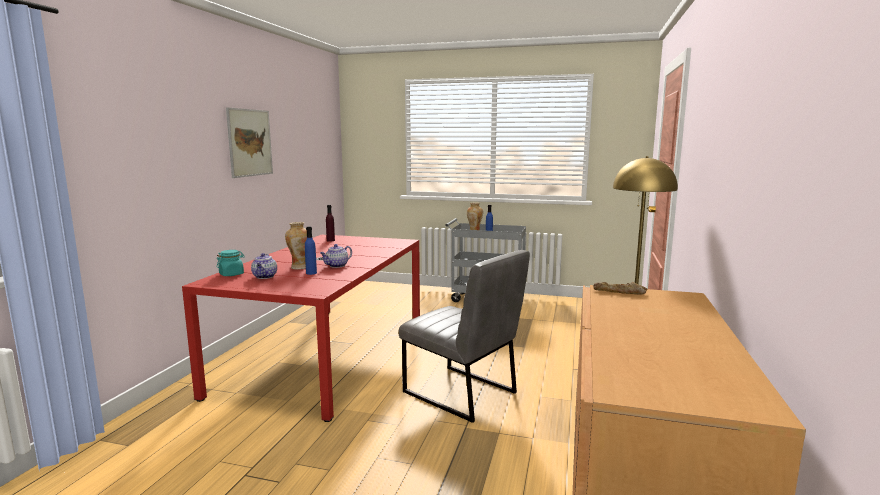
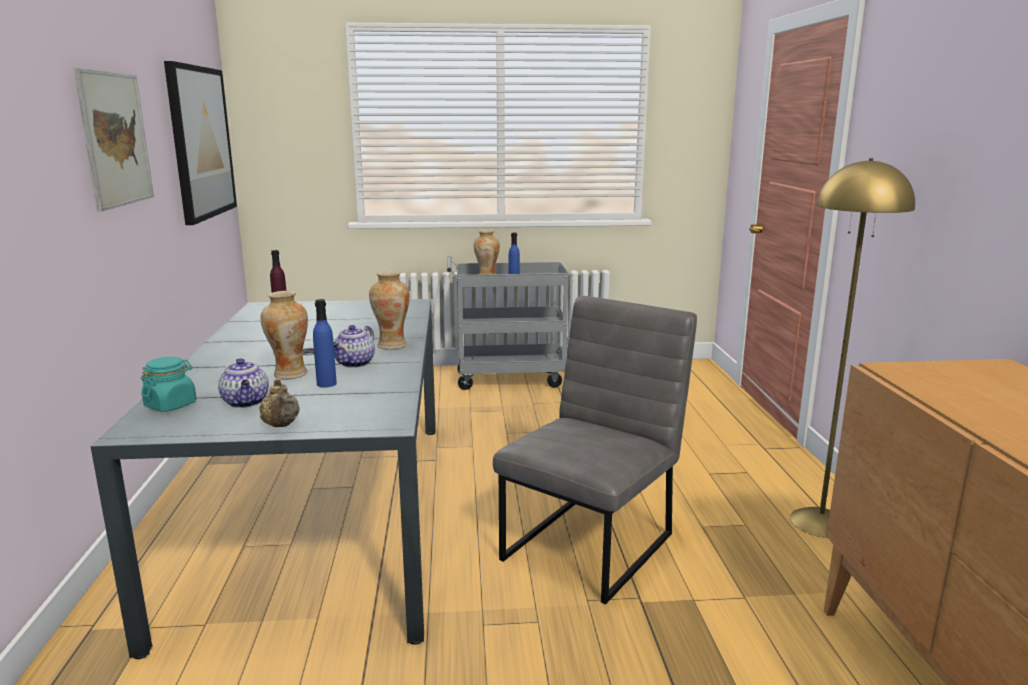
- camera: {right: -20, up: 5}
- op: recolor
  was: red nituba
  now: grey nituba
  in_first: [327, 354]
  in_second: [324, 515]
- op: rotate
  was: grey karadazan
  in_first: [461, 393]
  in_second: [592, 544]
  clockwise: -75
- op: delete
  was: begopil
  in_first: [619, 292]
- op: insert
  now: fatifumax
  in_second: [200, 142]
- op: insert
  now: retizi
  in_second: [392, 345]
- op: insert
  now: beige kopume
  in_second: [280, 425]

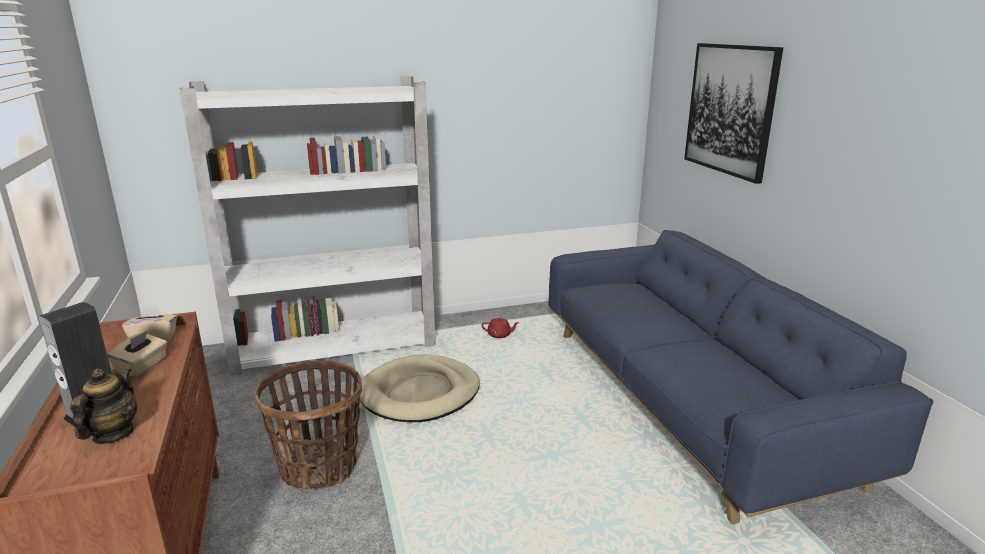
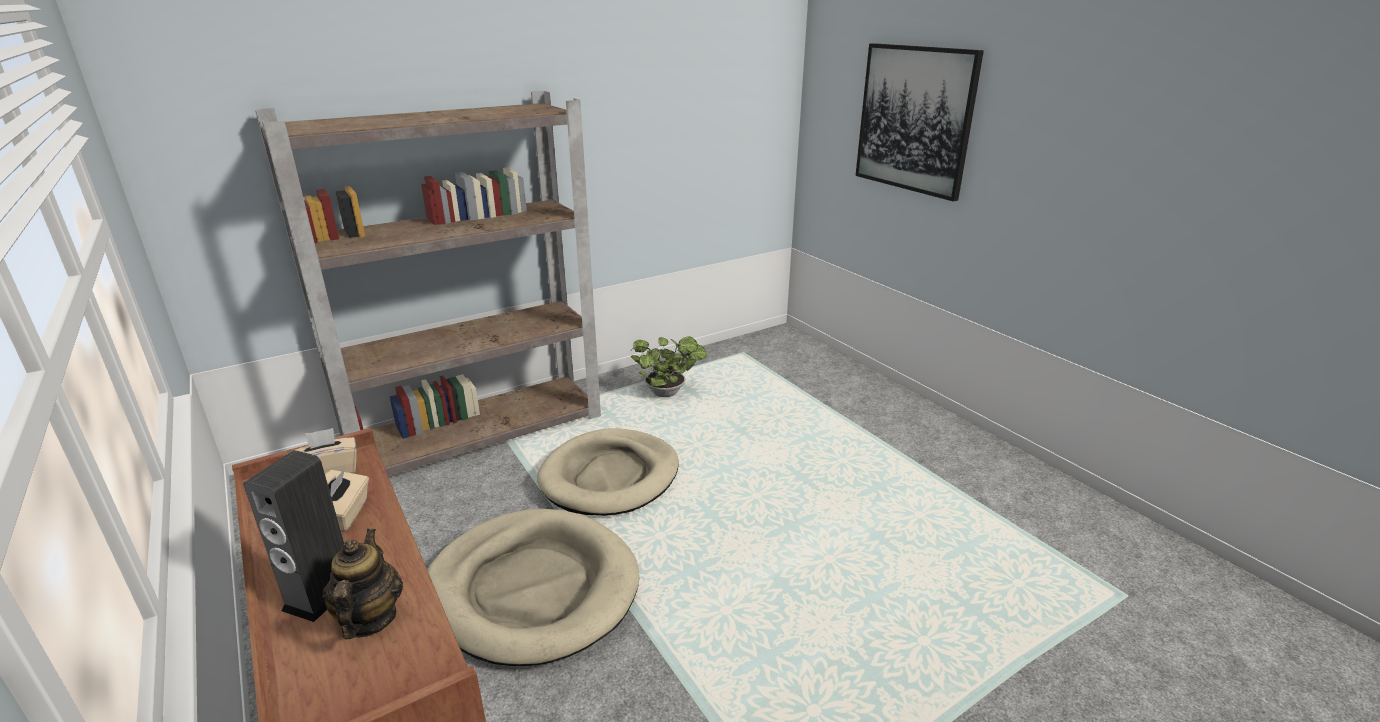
- camera: {right: -15, up: 5}
- op: recolor
  was: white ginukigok
  now: brown ginukigok
  in_first: [334, 345]
  in_second: [477, 432]
- op: delete
  was: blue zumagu
  in_first: [687, 399]
- op: replace
  was: red kopume
  now: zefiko
  in_first: [500, 335]
  in_second: [668, 393]
- op: replace
  was: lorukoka
  now: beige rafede
  in_first: [319, 467]
  in_second: [533, 589]

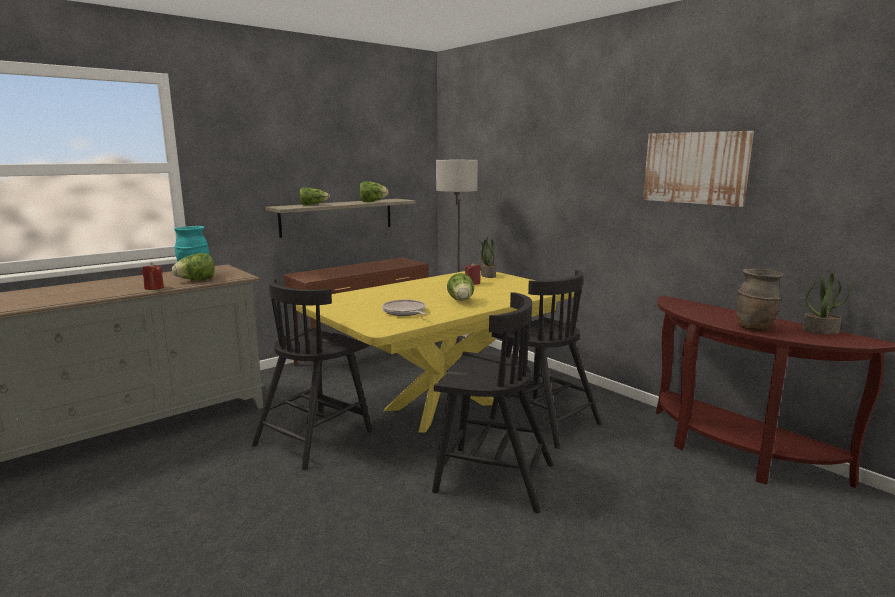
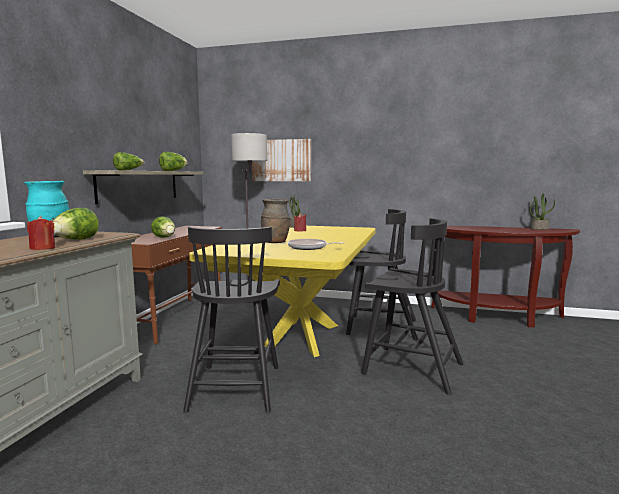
- camera: {right: -35, up: -5}
- op: move
  was: fatifumax
  in_first: [695, 168]
  in_second: [281, 160]
- op: move
  was: brown retizi
  in_first: [754, 328]
  in_second: [275, 242]
- op: move
  was: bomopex
  in_first: [461, 301]
  in_second: [165, 237]
- op: rotate
  was: black karadazan
  in_first: [491, 477]
  in_second: [410, 368]
  clockwise: 45

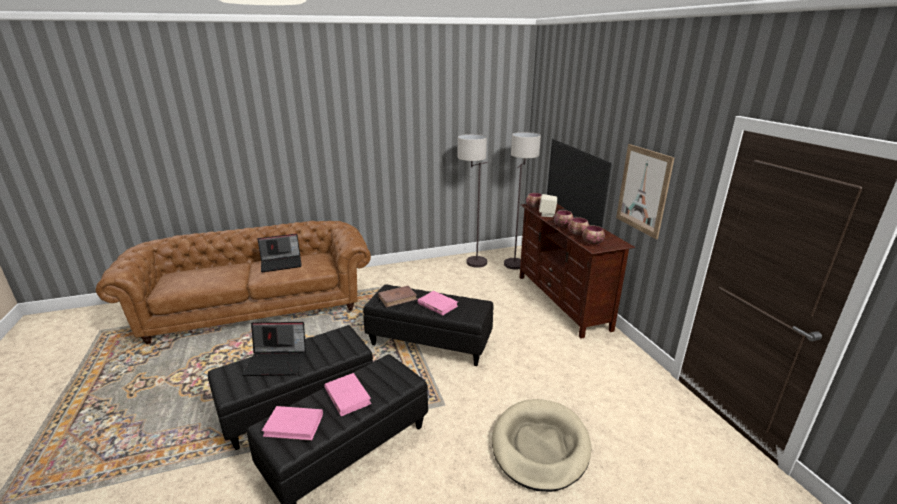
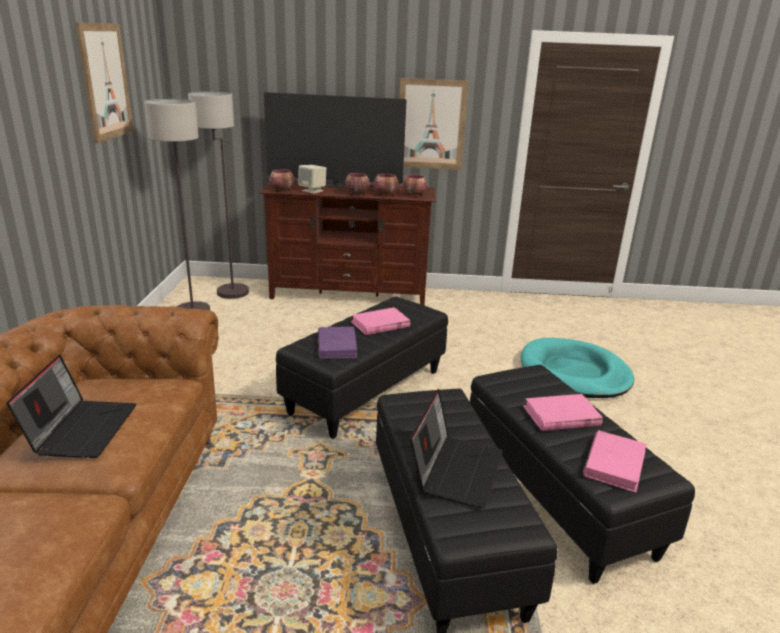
- camera: {right: -70, up: 0}
- op: recolor
  was: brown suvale
  now: purple suvale
  in_first: [397, 298]
  in_second: [337, 345]
- op: recolor
  was: beige rafede
  now: turquoise rafede
  in_first: [540, 446]
  in_second: [574, 373]
- op: insert
  now: fatifumax
  in_second: [106, 82]

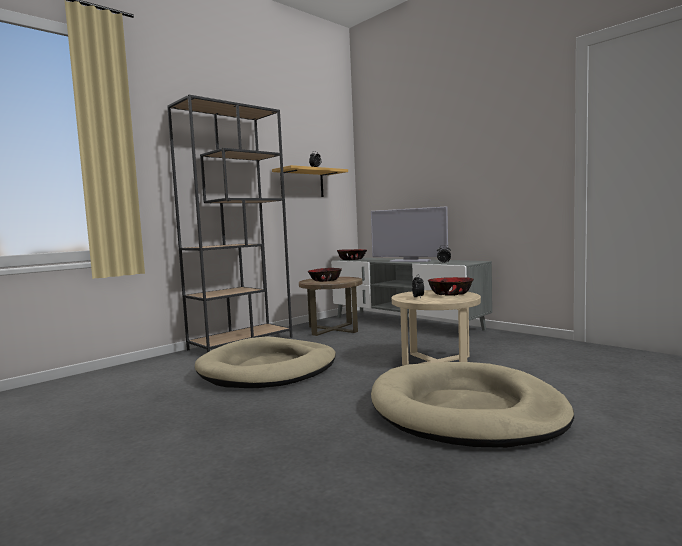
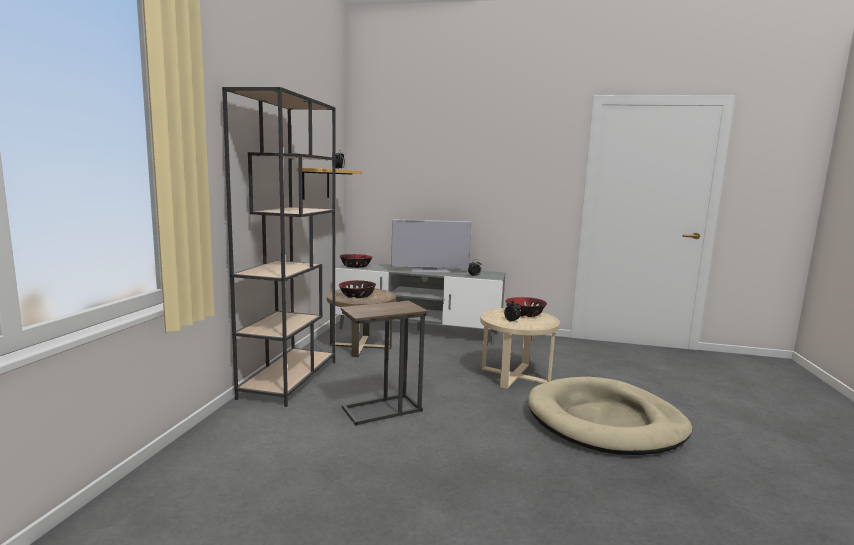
- camera: {right: -35, up: 5}
- op: replace
  was: beige rafede
  now: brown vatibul
  in_first: [268, 369]
  in_second: [382, 409]

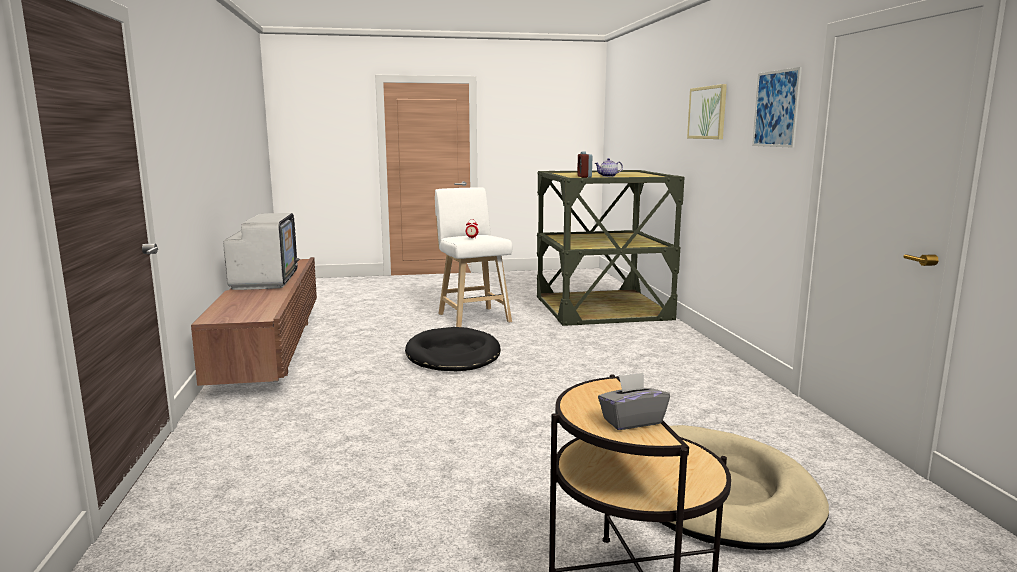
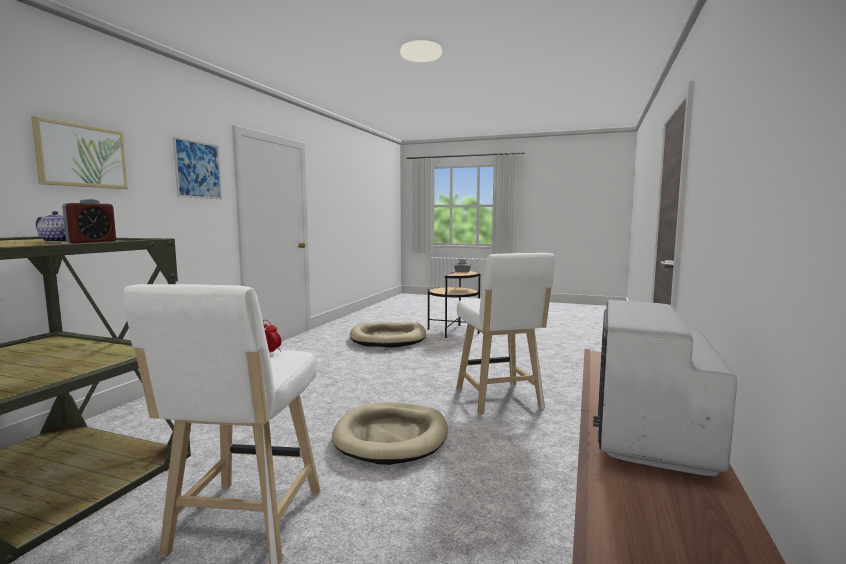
- camera: {right: -150, up: -5}
- op: recolor
  was: black rafede
  now: beige rafede
  in_first: [453, 355]
  in_second: [391, 436]
- op: insert
  now: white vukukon
  in_second: [500, 400]

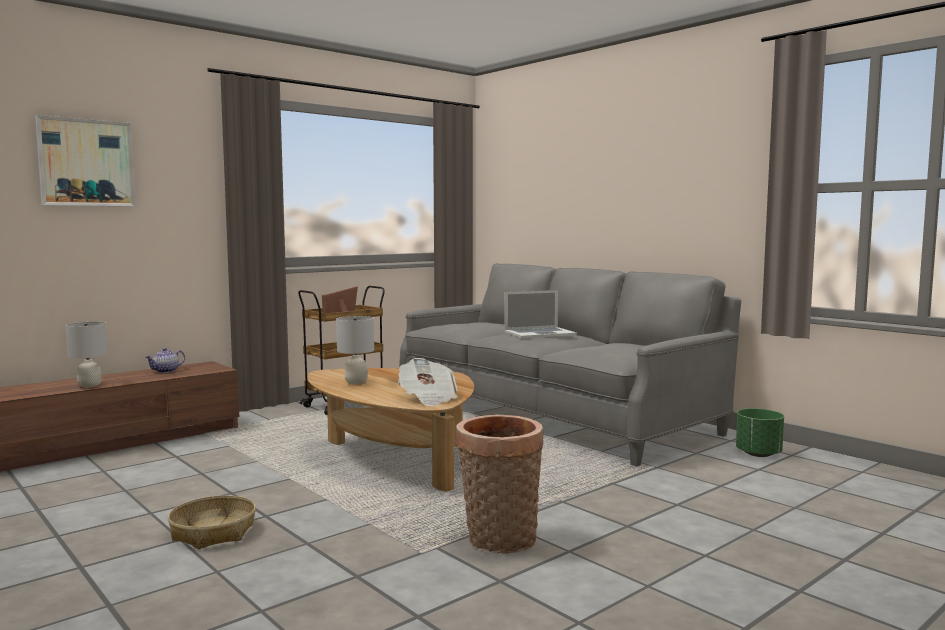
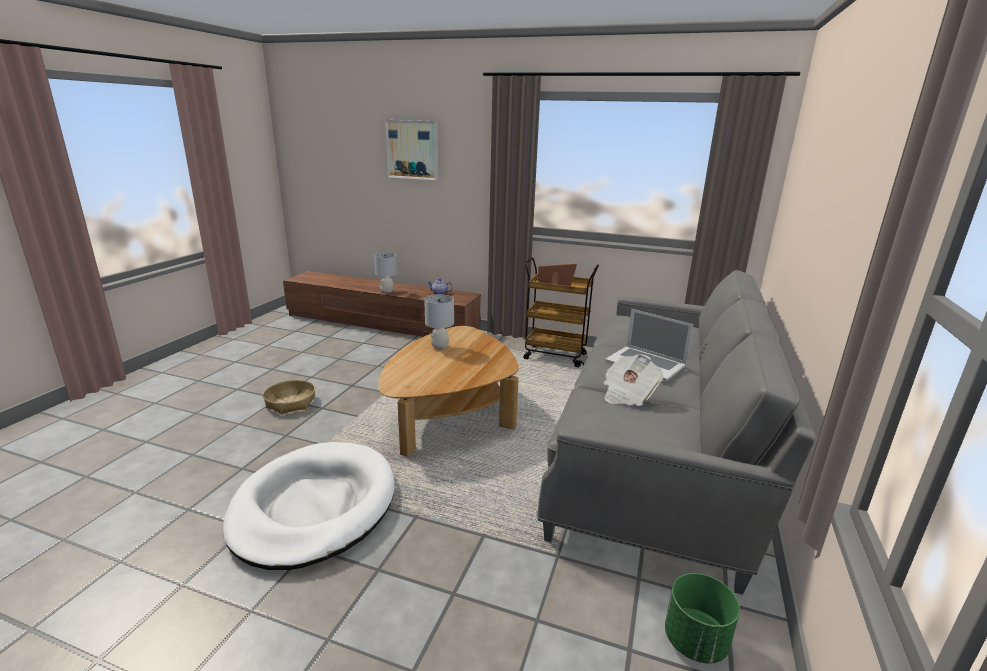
- camera: {right: 60, up: 15}
- op: move
  was: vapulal
  in_first: [428, 398]
  in_second: [628, 394]
- op: replace
  was: lorukoka
  now: white rafede
  in_first: [499, 542]
  in_second: [314, 507]

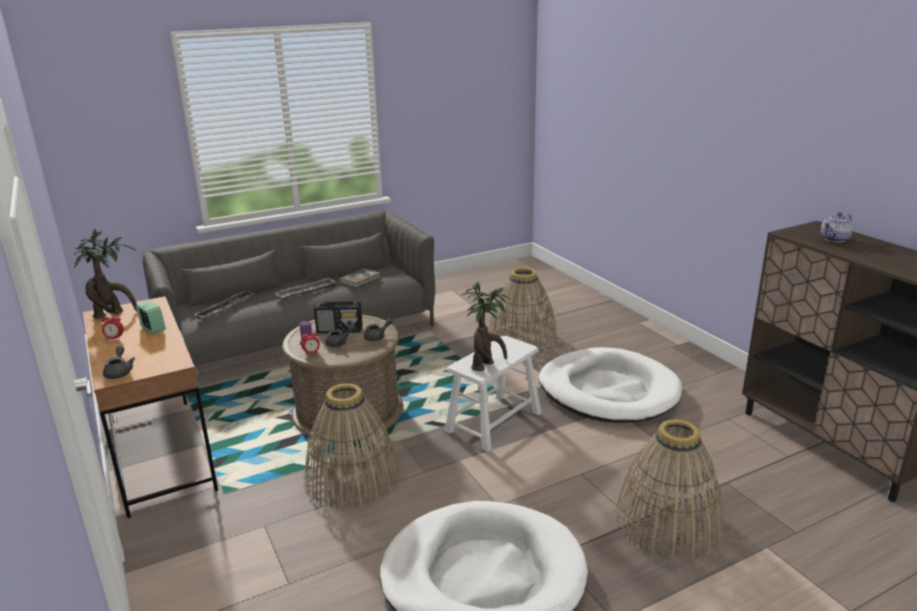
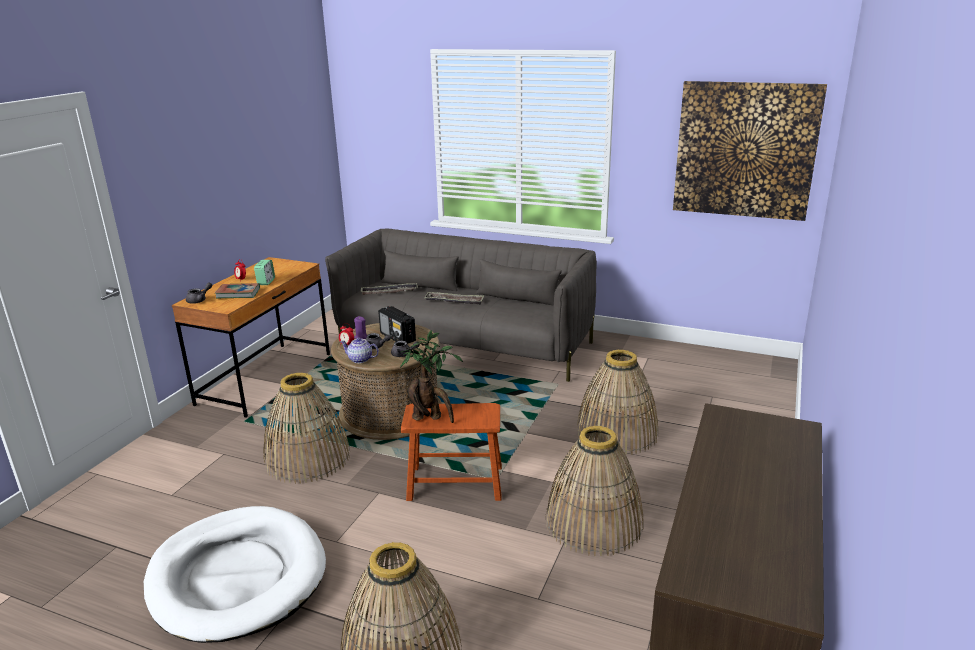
- camera: {right: 50, up: 0}
- op: move
  was: kopume
  in_first: [835, 239]
  in_second: [360, 359]
- op: delete
  was: zefiko
  in_first: [113, 314]
- op: move
  was: suvale
  in_first: [360, 280]
  in_second: [238, 293]
- op: recolor
  was: white vukukon
  now: brown vukukon
  in_first: [493, 422]
  in_second: [455, 482]
- op: replace
  was: white rafede
  now: lorukoka
  in_first: [608, 391]
  in_second: [593, 522]
- op: insert
  now: fatifumax
  in_second: [745, 150]

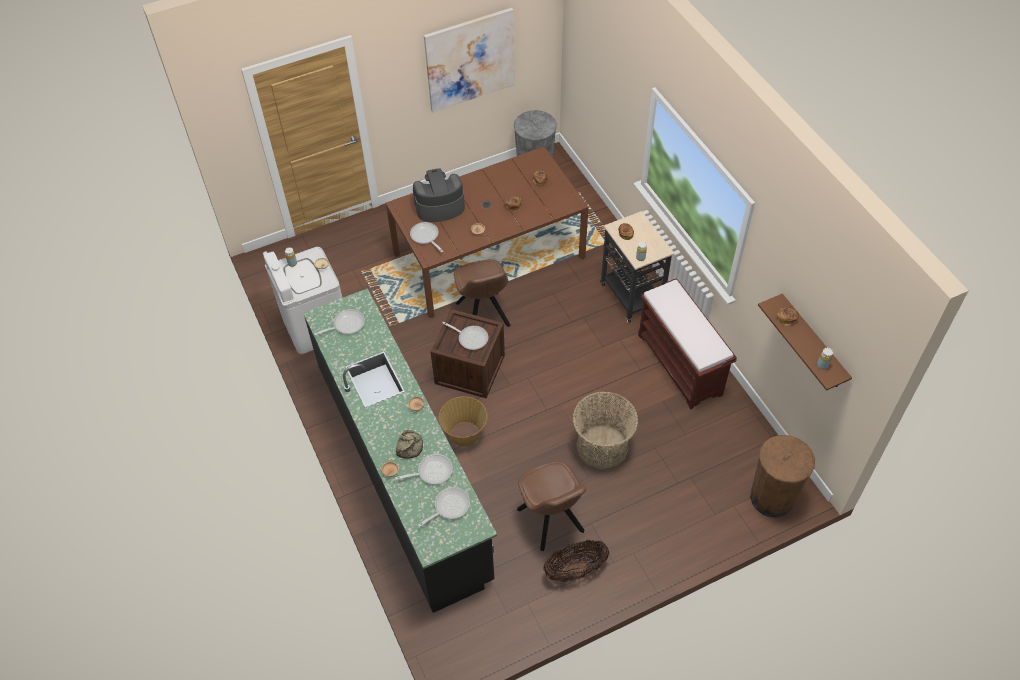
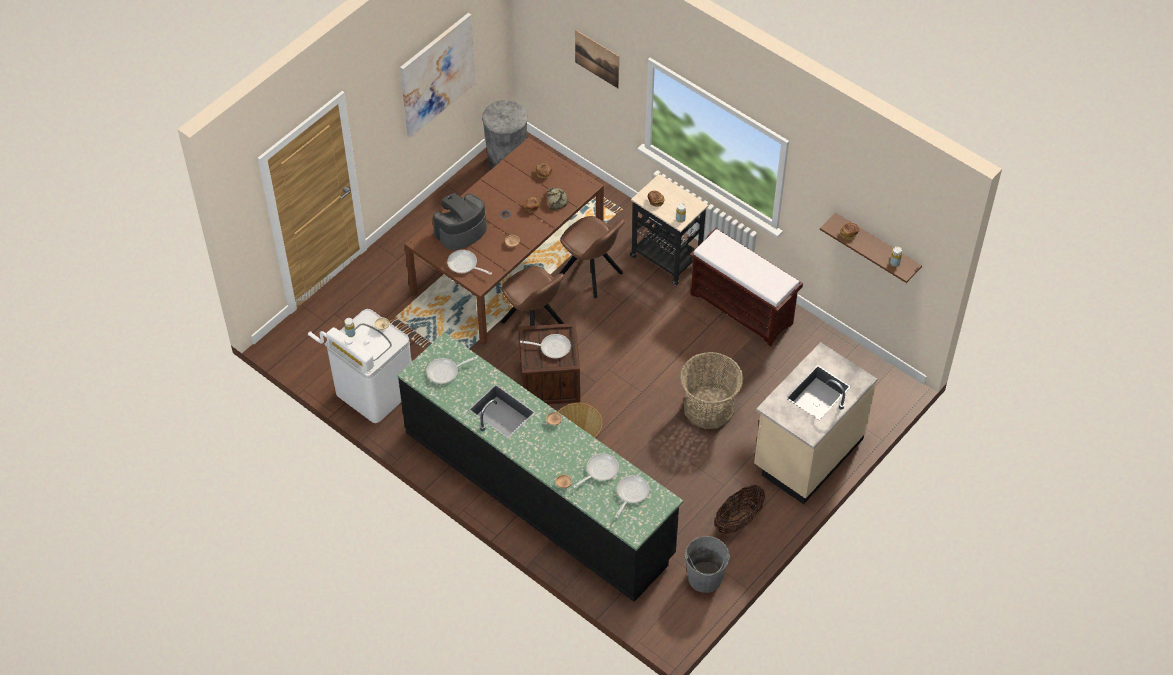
- camera: {right: -25, up: 0}
- op: rotate
  was: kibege
  in_first: [346, 324]
  in_second: [445, 372]
  clockwise: -150
- op: move
  was: begopil
  in_first: [410, 446]
  in_second: [556, 200]
- op: delete
  was: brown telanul
  in_first: [771, 498]
- op: move
  was: brown karadazan
  in_first: [551, 520]
  in_second: [591, 274]
- op: insert
  now: fatifumax
  in_second: [597, 59]
- op: insert
  now: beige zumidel
  in_second: [807, 453]
- op: insert
  now: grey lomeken
  in_second: [705, 578]

